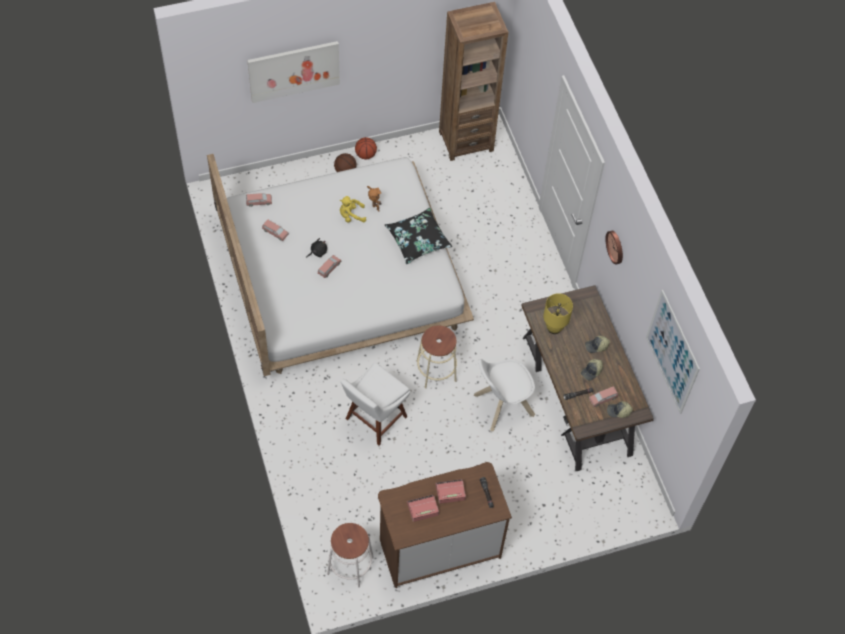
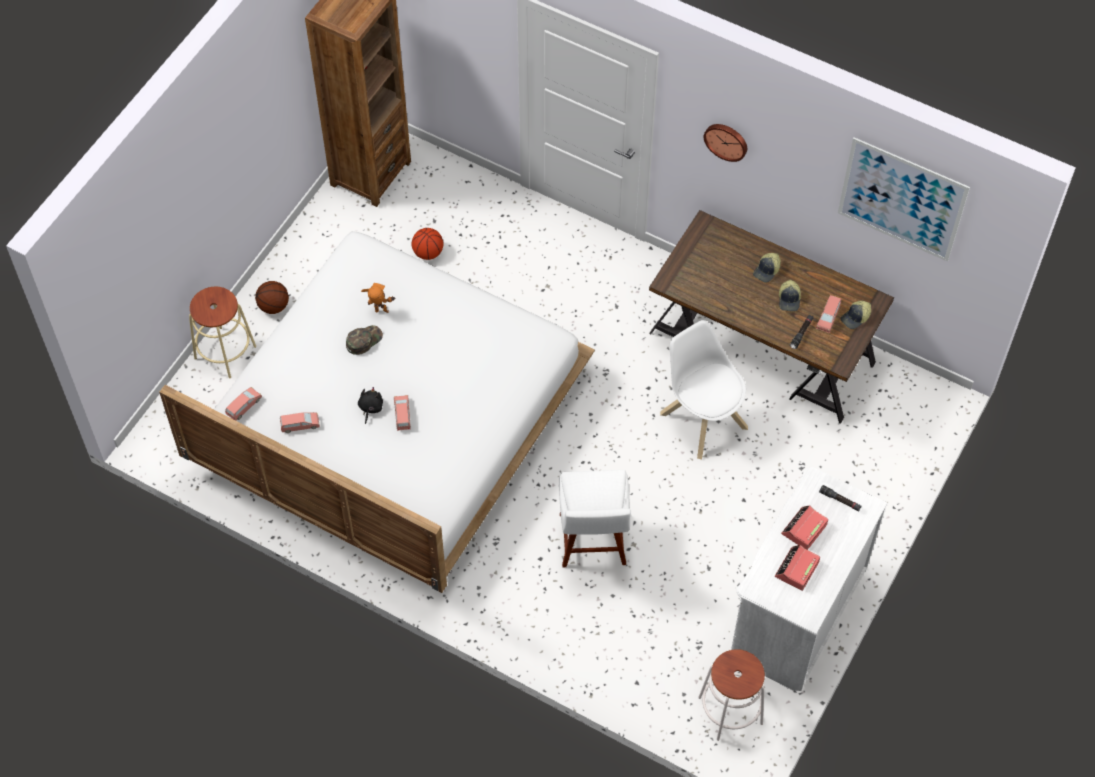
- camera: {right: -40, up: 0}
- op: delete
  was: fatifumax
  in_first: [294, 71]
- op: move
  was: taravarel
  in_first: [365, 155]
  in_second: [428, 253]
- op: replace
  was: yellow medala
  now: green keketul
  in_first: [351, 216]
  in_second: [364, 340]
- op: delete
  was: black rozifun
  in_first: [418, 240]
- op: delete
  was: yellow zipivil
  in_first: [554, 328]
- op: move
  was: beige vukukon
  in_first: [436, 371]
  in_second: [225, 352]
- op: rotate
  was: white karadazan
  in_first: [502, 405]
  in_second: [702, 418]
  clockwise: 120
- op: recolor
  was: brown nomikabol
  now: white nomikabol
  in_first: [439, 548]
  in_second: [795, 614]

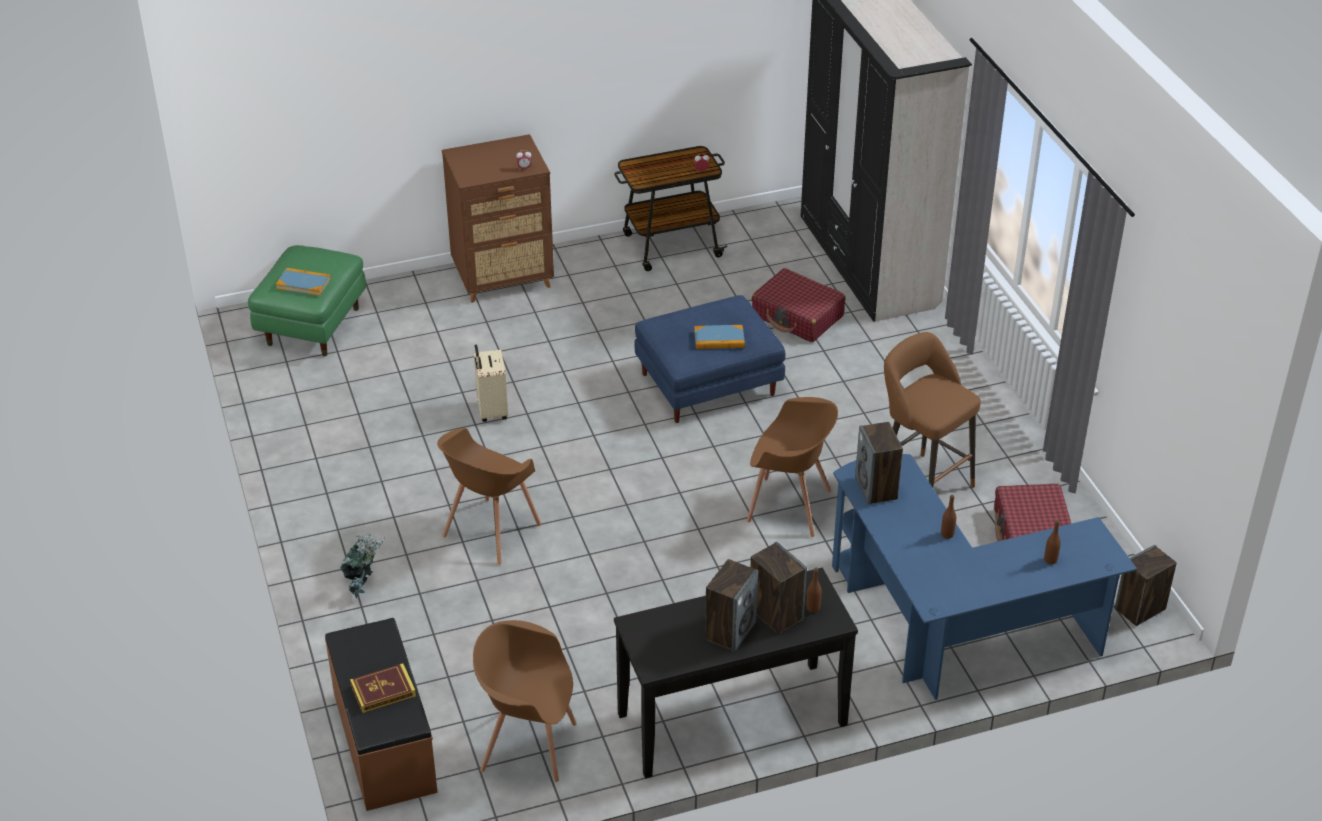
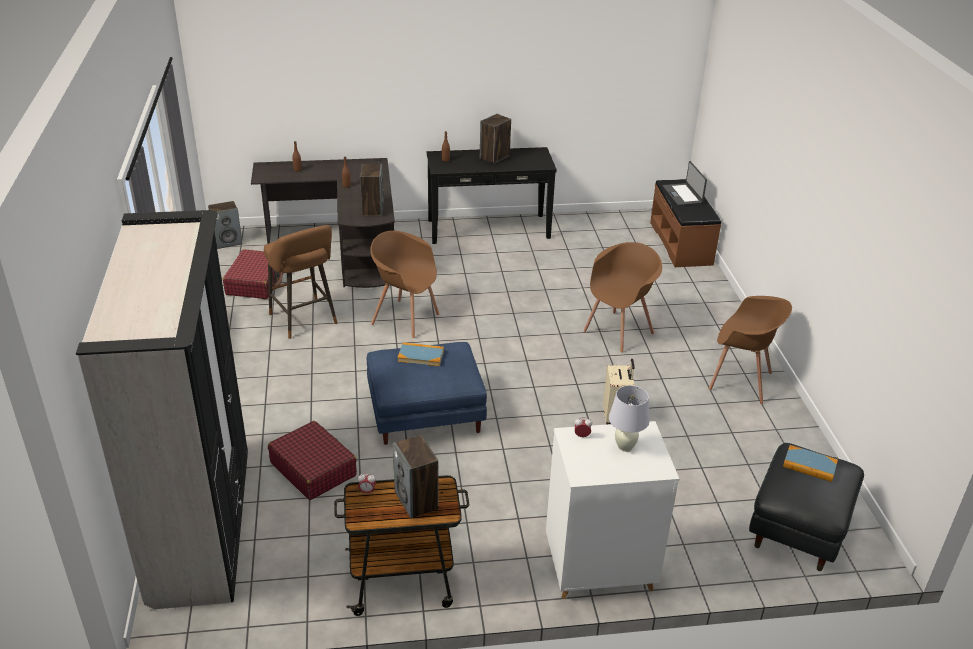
- camera: {right: -170, up: -5}
- op: recolor
  was: brown nomikabol
  now: white nomikabol
  in_first: [503, 276]
  in_second: [598, 566]
- op: recolor
  was: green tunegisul
  now: black tunegisul
  in_first: [312, 328]
  in_second: [797, 530]
- op: recolor
  was: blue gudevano
  now: black gudevano
  in_first: [951, 628]
  in_second: [344, 248]
- op: delete
  was: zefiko
  in_first: [363, 586]
- op: move
  was: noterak
  in_first: [775, 614]
  in_second: [417, 500]
- op: move
  was: brown karadazan
  in_first: [527, 746]
  in_second: [741, 382]
- op: replace
  was: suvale
  now: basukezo
  in_first: [383, 691]
  in_second: [683, 195]
- op: insert
  now: white zipivil
  in_second: [624, 447]

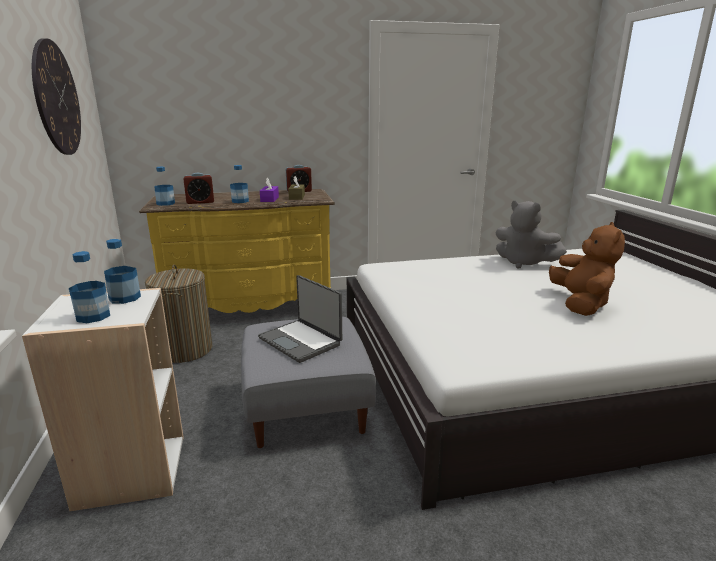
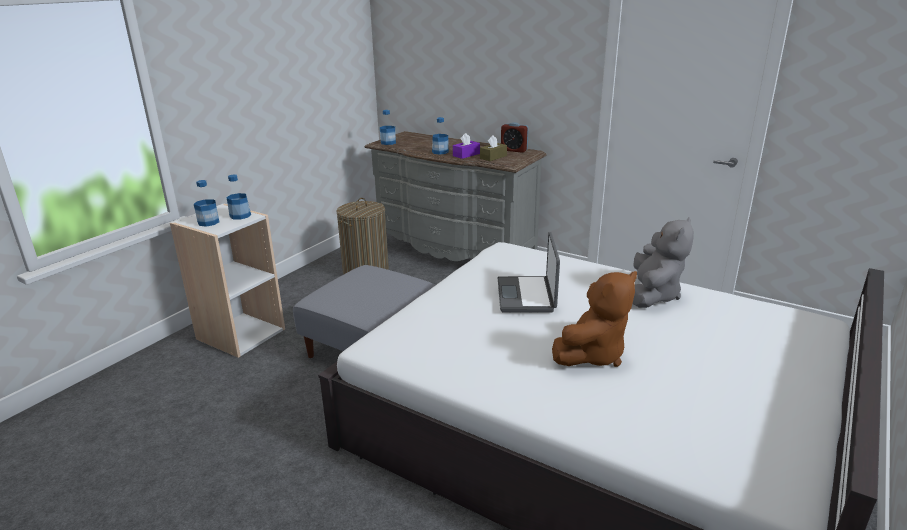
- camera: {right: 45, up: 5}
- op: delete
  was: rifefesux
  in_first: [57, 98]
- op: delete
  was: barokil
  in_first: [200, 202]
- op: recolor
  was: yellow nomikabol
  now: grey nomikabol
  in_first: [251, 309]
  in_second: [454, 256]
- op: rotate
  was: grey medala
  in_first: [524, 263]
  in_second: [652, 295]
  clockwise: -150
- op: move
  was: basukezo
  in_first: [301, 341]
  in_second: [527, 295]

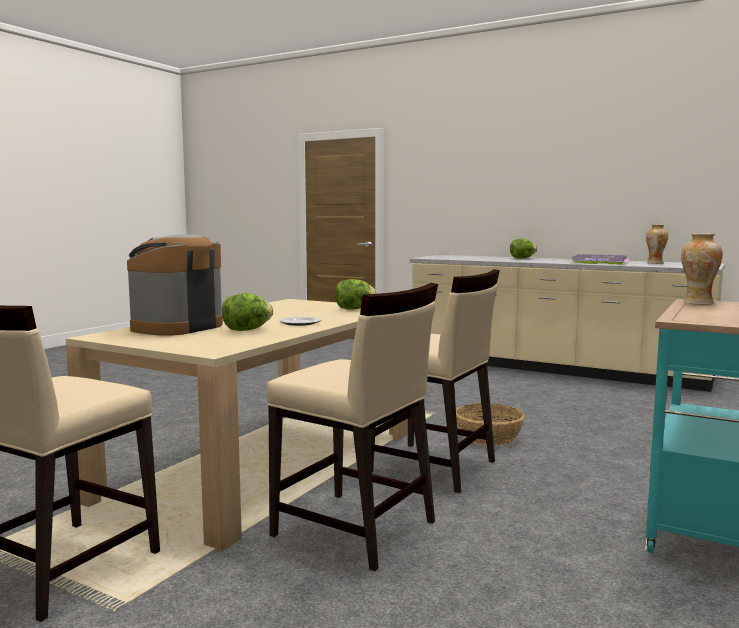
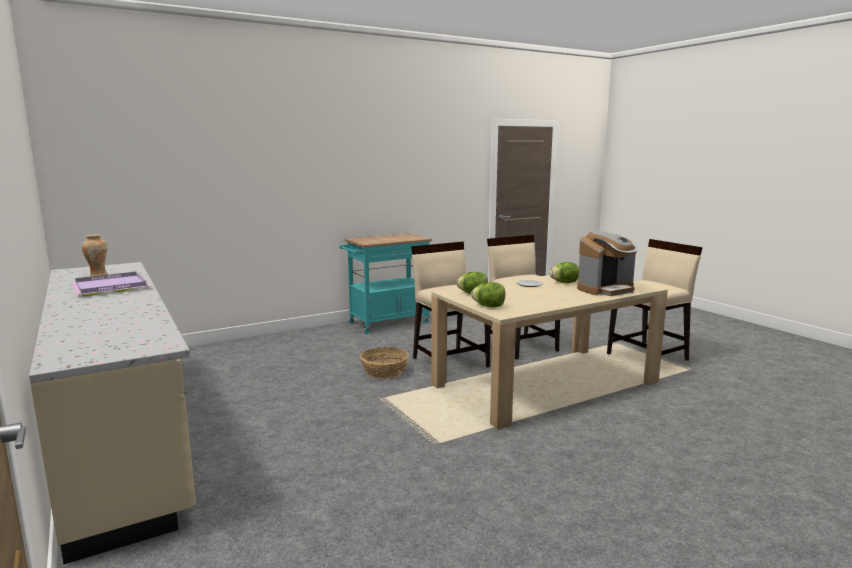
- camera: {right: -150, up: 5}
- op: delete
  was: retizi
  in_first: [698, 303]
- op: move
  was: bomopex
  in_first: [522, 258]
  in_second: [489, 306]

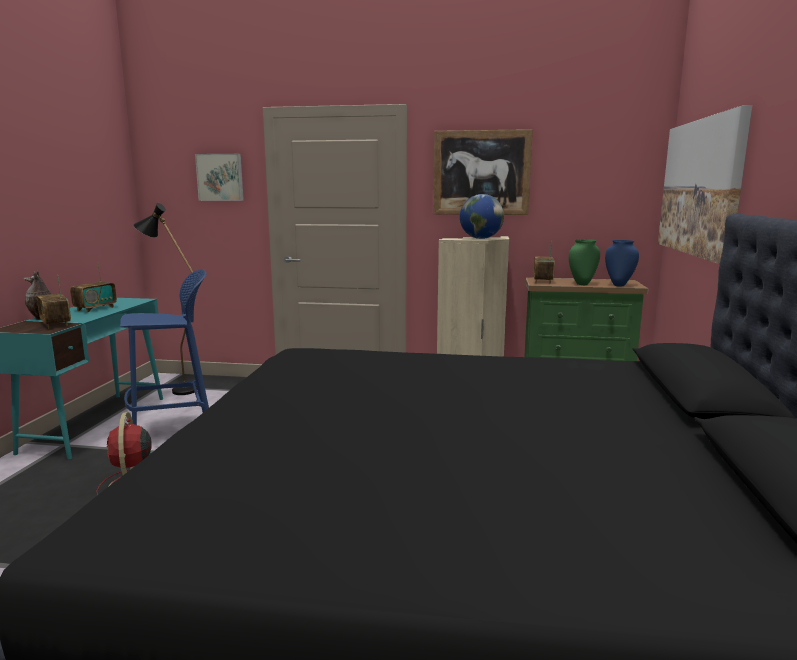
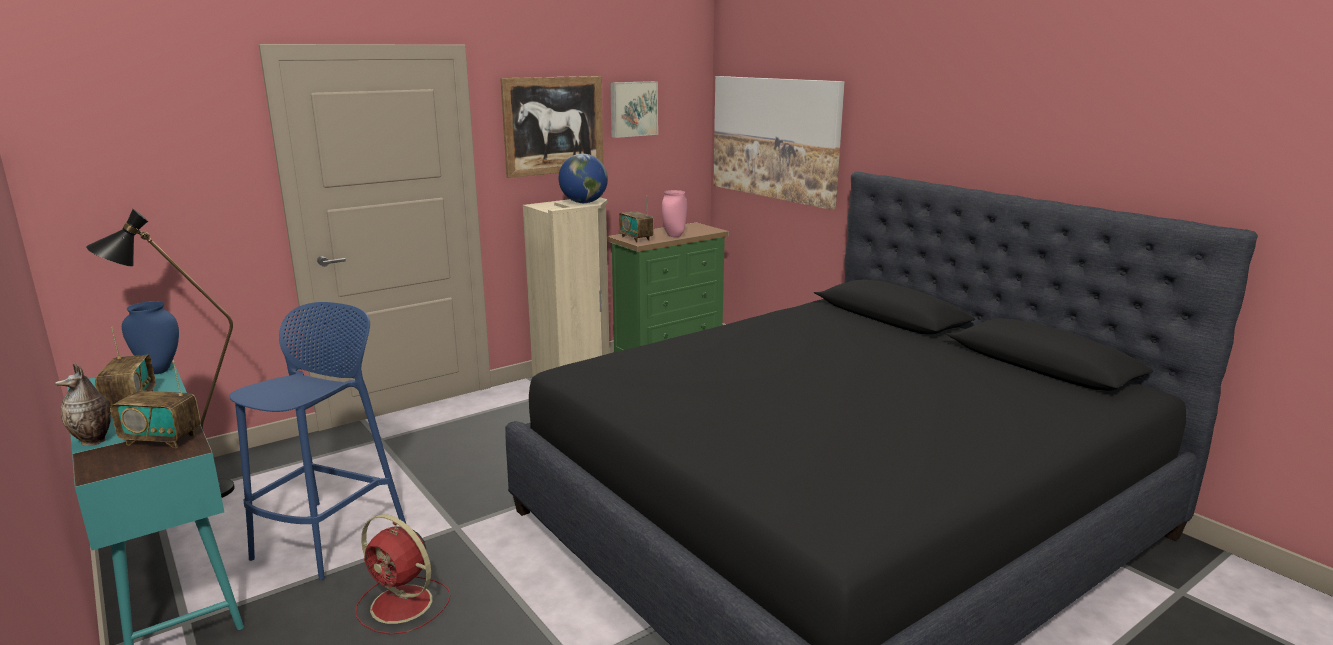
- camera: {right: -45, up: 5}
- op: move
  was: fatifumax
  in_first: [220, 177]
  in_second: [633, 109]
- op: recolor
  was: green retizi
  now: pink retizi
  in_first: [582, 284]
  in_second: [674, 236]
- op: move
  was: blue retizi
  in_first: [619, 285]
  in_second: [160, 370]

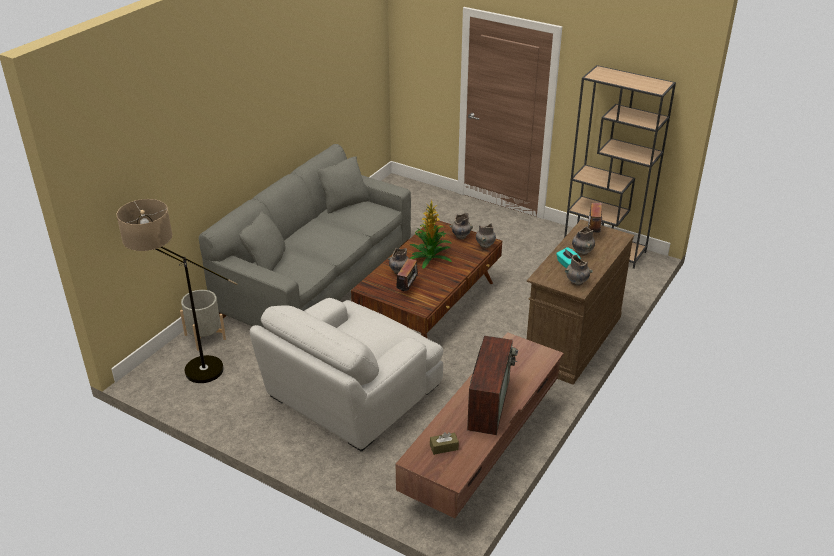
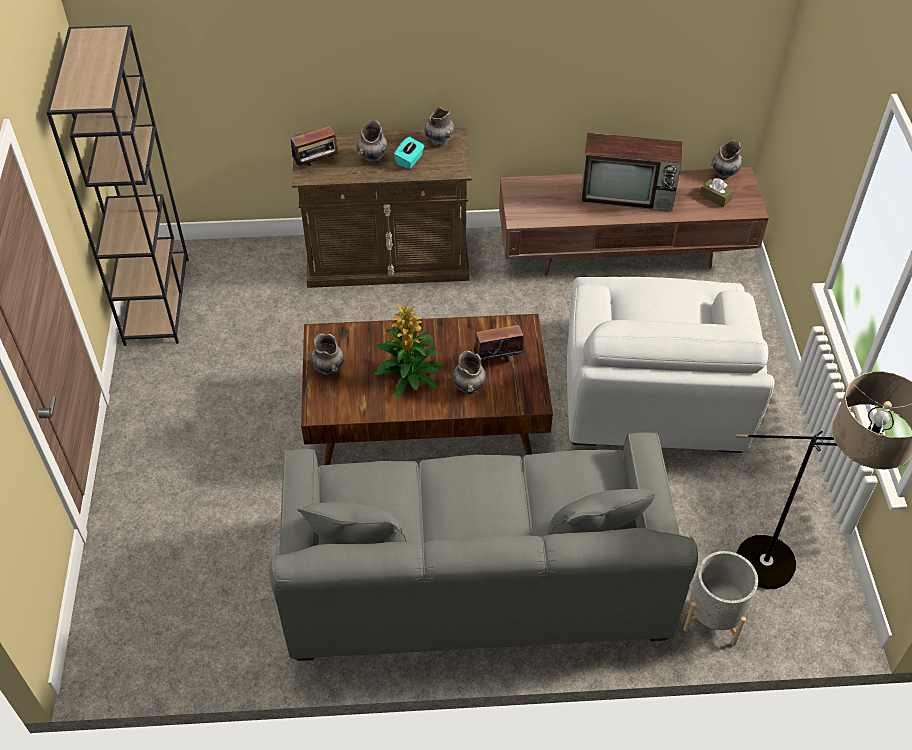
- camera: {right: -125, up: 15}
- op: move
  was: grey retizi
  in_first: [485, 245]
  in_second: [723, 174]
- op: rotate
  was: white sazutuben
  in_first: [351, 394]
  in_second: [653, 392]
  clockwise: 90
- op: rotate
  was: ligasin
  in_first: [488, 403]
  in_second: [628, 195]
  clockwise: -150

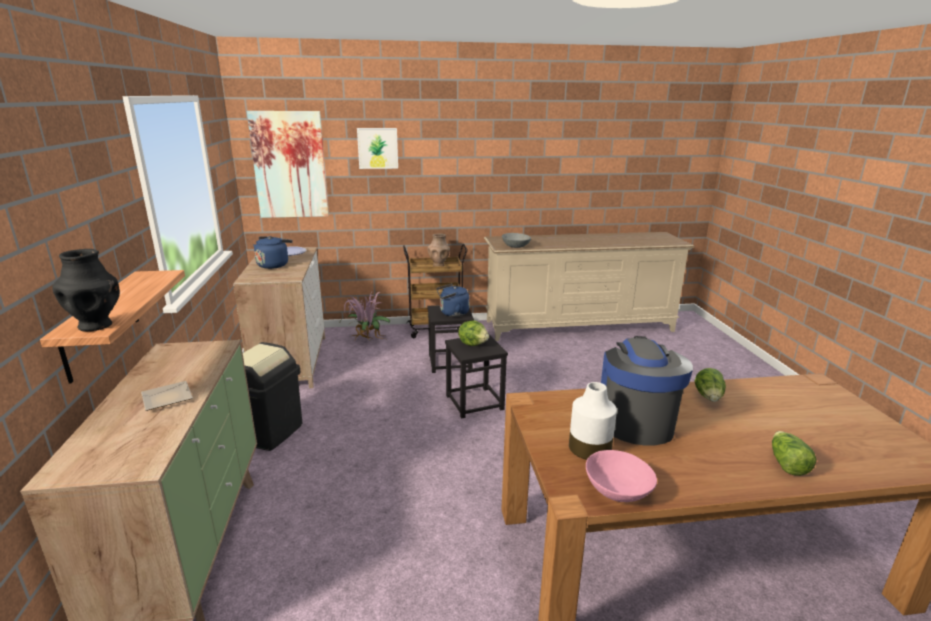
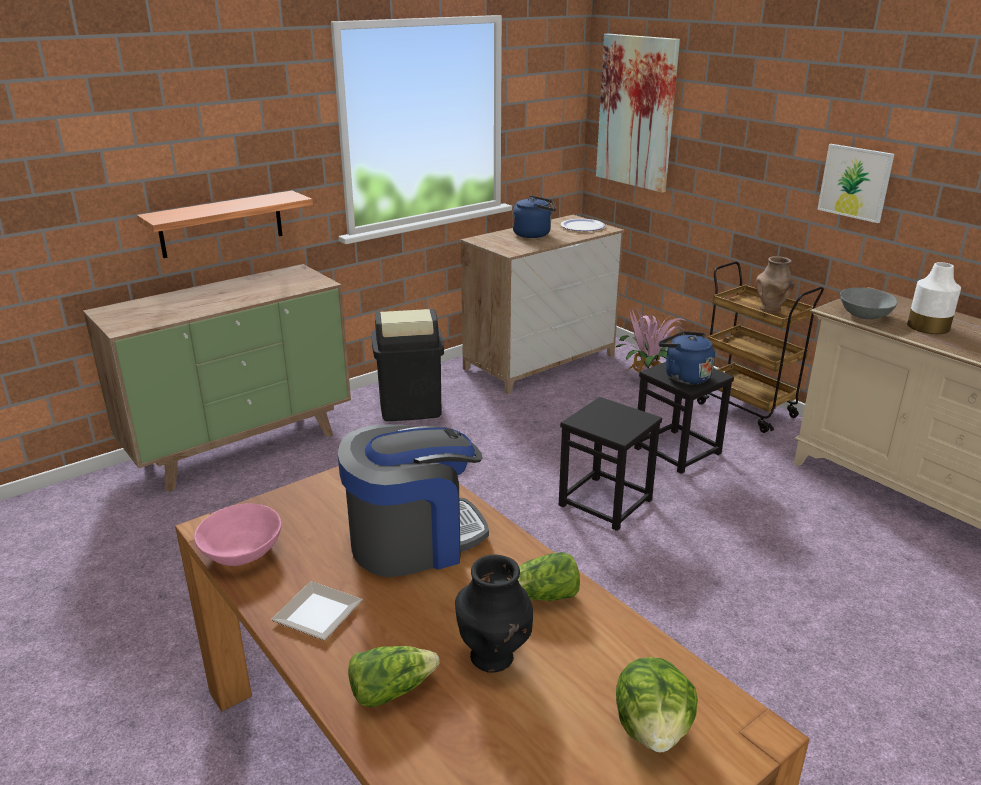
- camera: {right: 60, up: 5}
- op: move
  was: fatifumax
  in_first: [377, 148]
  in_second: [855, 182]
- op: move
  was: black retizi
  in_first: [96, 325]
  in_second: [493, 657]
- op: move
  was: bomopex
  in_first: [473, 344]
  in_second: [653, 729]
- op: move
  was: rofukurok
  in_first: [166, 399]
  in_second: [314, 615]
- op: move
  was: white retizi
  in_first: [590, 447]
  in_second: [928, 326]

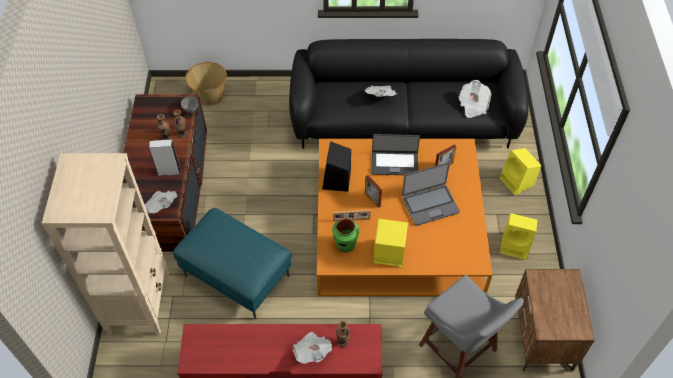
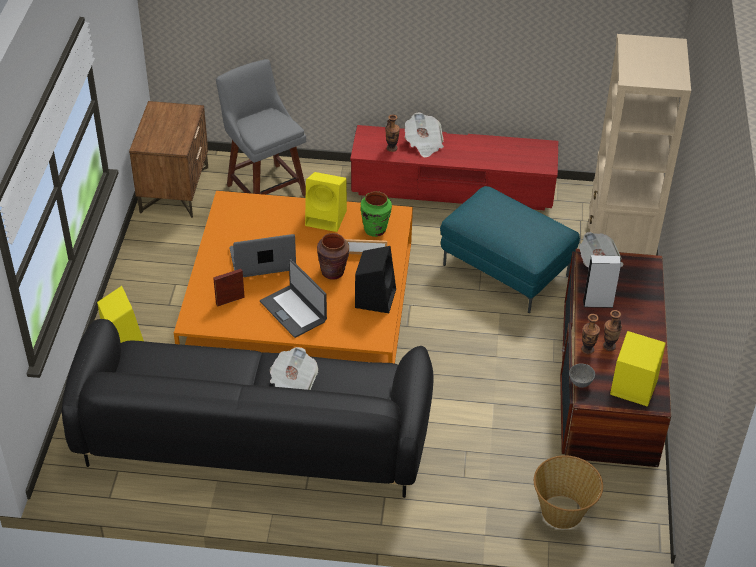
- camera: {right: -175, up: -10}
- op: delete
  was: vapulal
  in_first: [473, 105]
- op: rotate
  was: basukezo
  in_first: [394, 163]
  in_second: [294, 311]
  clockwise: -135
- op: replace
  was: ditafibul
  now: brown retizi
  in_first: [372, 199]
  in_second: [333, 272]
- op: move
  was: yellow noterak
  in_first: [516, 246]
  in_second: [632, 387]

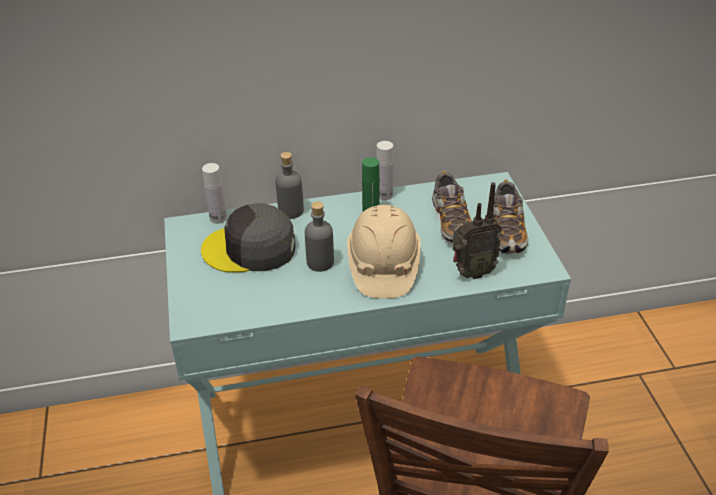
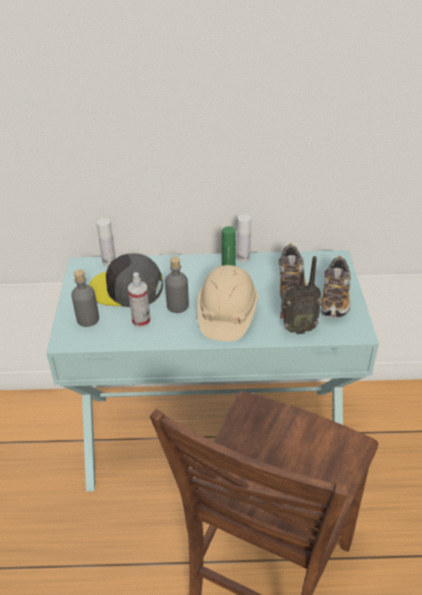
- camera: {right: 10, up: 0}
- op: move
  was: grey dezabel
  in_first: [291, 211]
  in_second: [88, 319]
- op: insert
  now: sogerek
  in_second: [141, 320]

